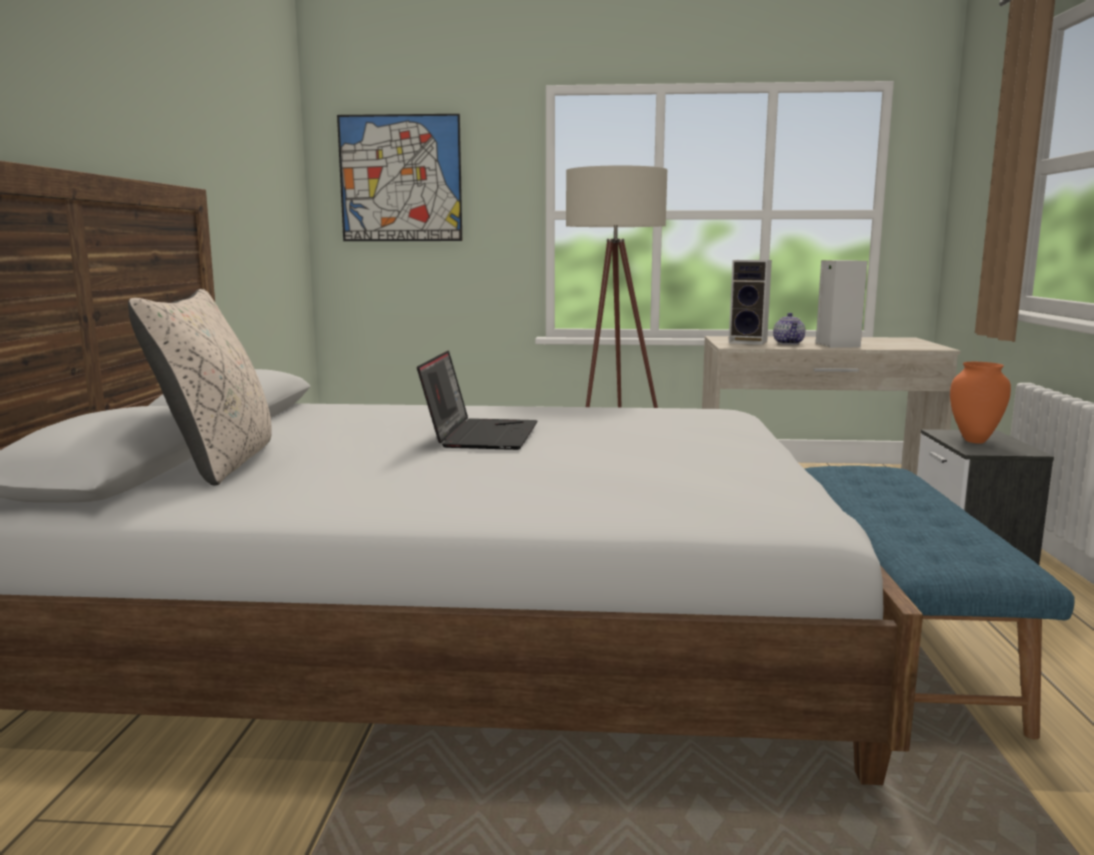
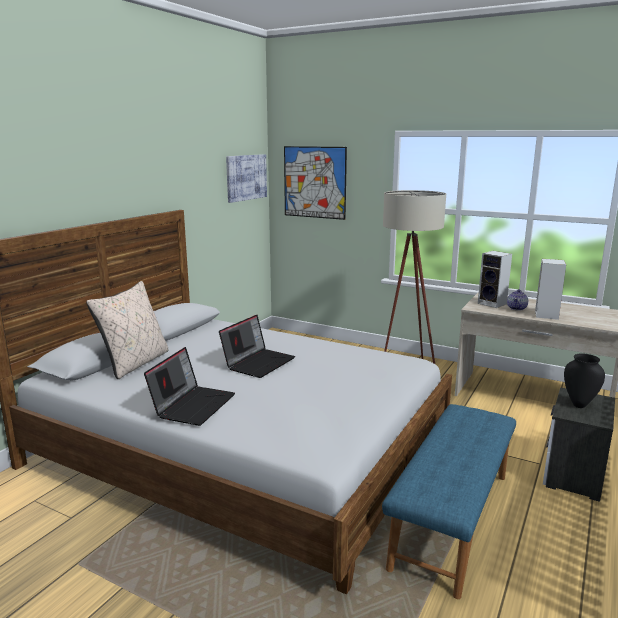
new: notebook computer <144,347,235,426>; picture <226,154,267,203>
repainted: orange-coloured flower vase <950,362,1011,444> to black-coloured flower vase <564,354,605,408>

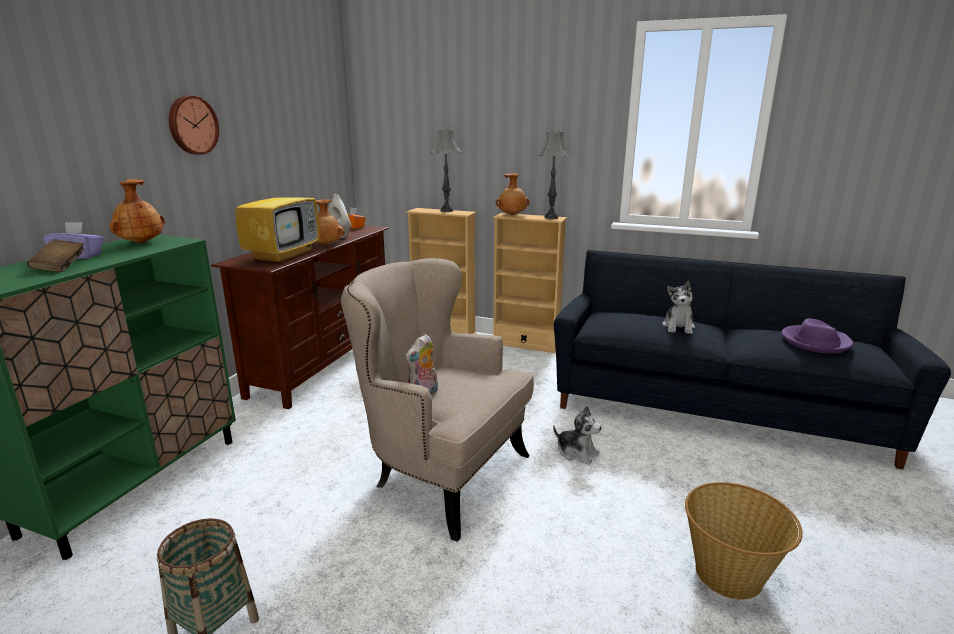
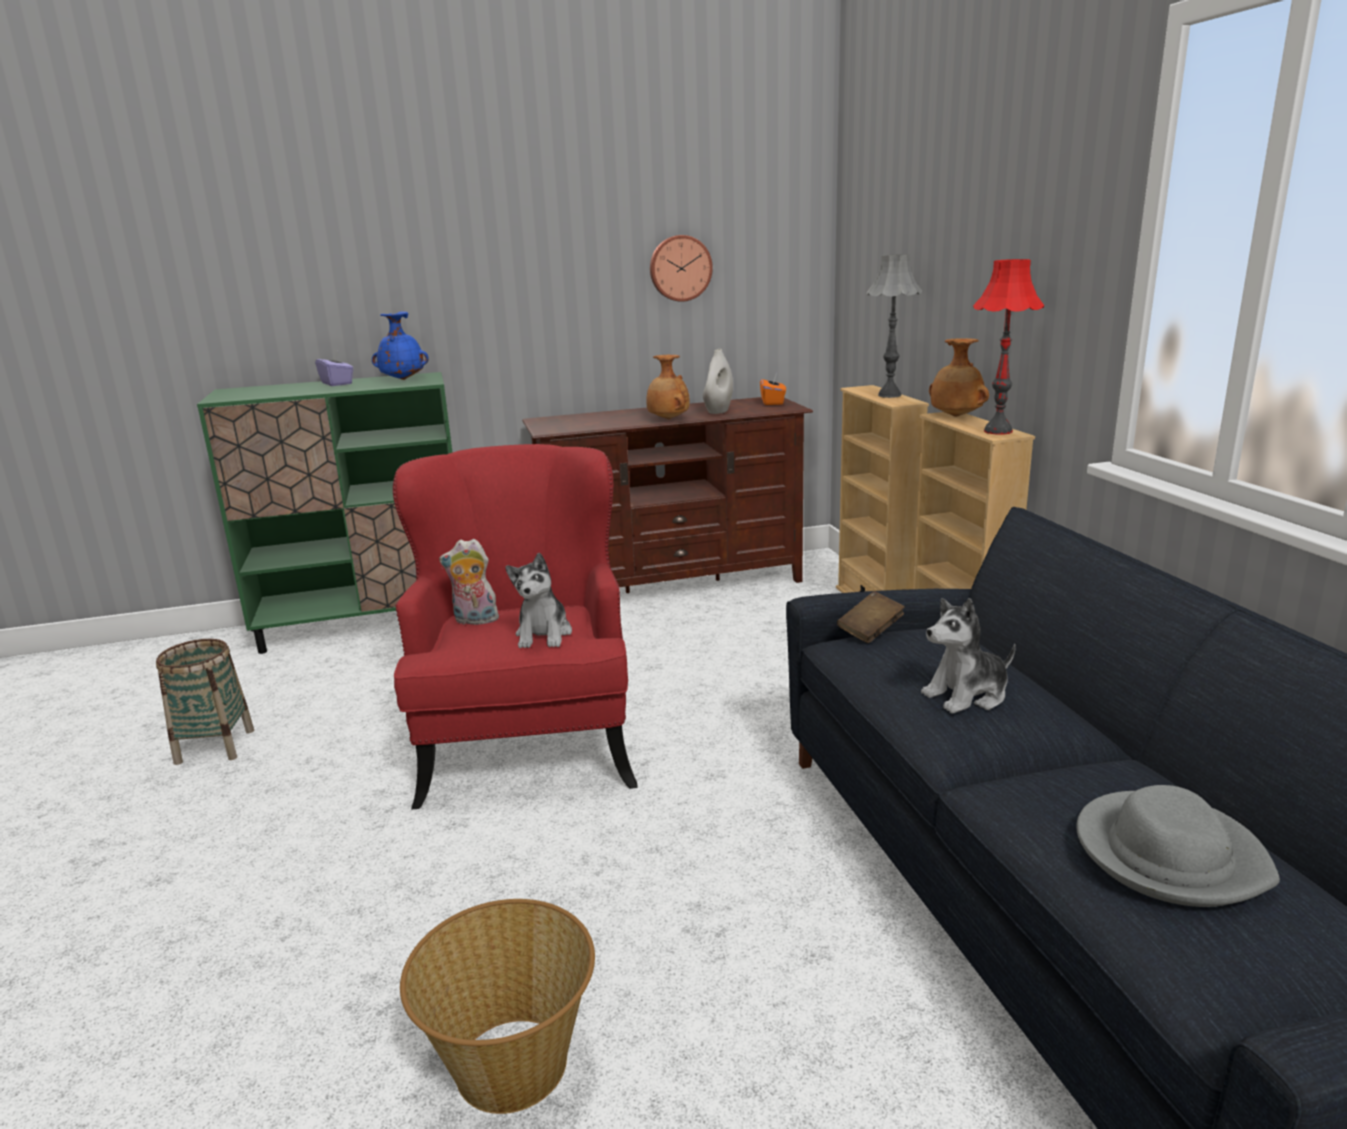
gone: TV set <235,159,319,264>
shifted: cuddly toy <553,406,602,465> to <505,553,572,648>; hanging clock <169,96,219,155> to <650,235,713,302>; brown-coloured book <27,239,85,272> to <837,591,905,643>
repainted: brown-coloured flower vase <110,179,165,243> to bluish flower vase <372,311,429,380>; beige-coloured armchair <341,258,534,542> to red-coloured armchair <393,444,638,809>; greyish tabletop lamp <537,131,571,219> to red-coloured tabletop lamp <973,259,1044,435>; purple-coloured clothing hat <781,319,853,353> to greyish clothing hat <1076,785,1280,907>

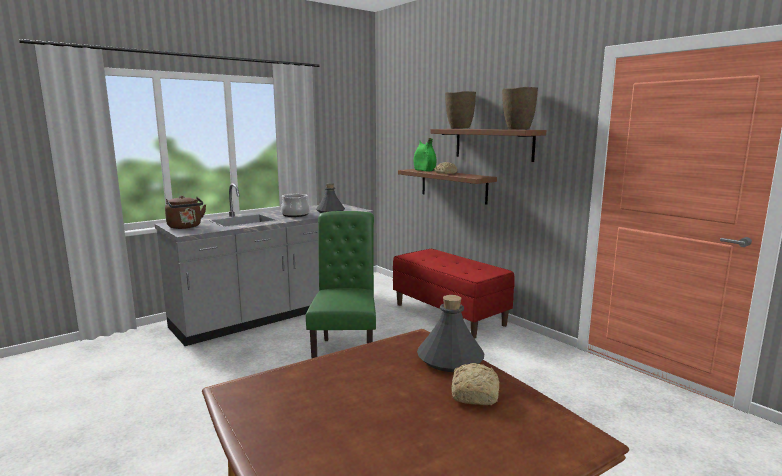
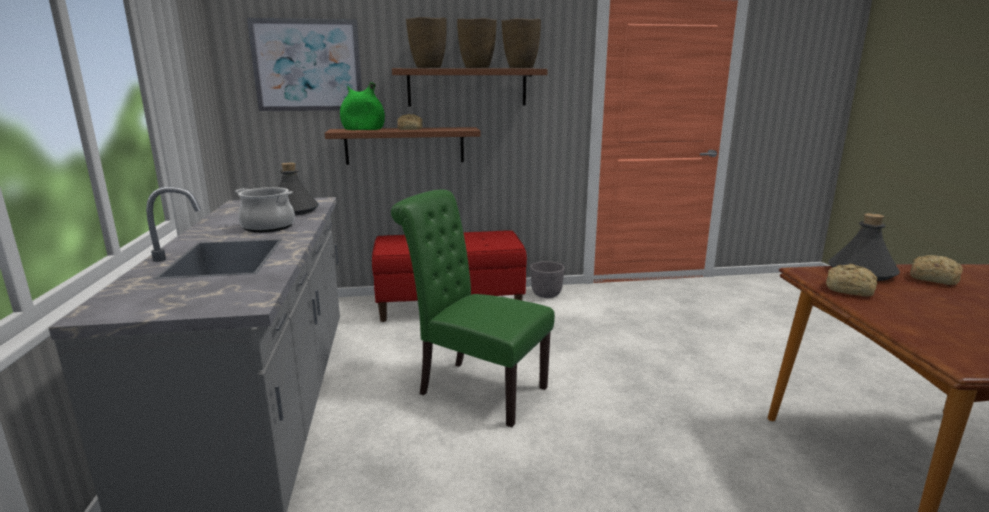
gone: brown-coloured kettle <165,195,206,229>
new: picture <247,18,362,111>; brown-coloured flower vase <457,18,497,68>; greyish flower pot <530,261,565,298>; bread <826,264,878,297>

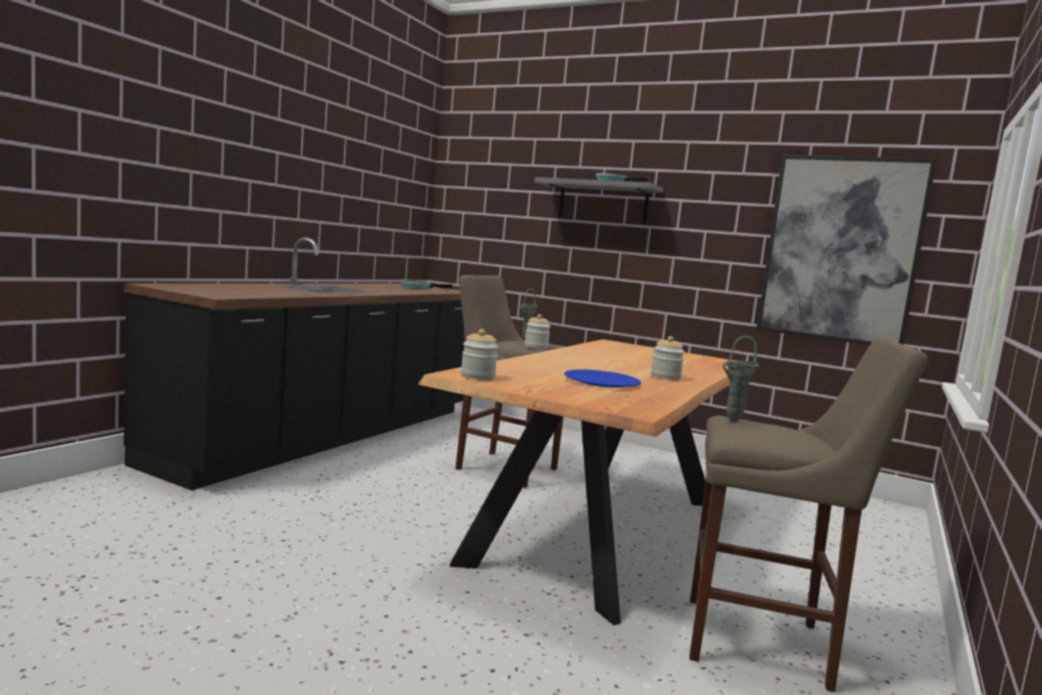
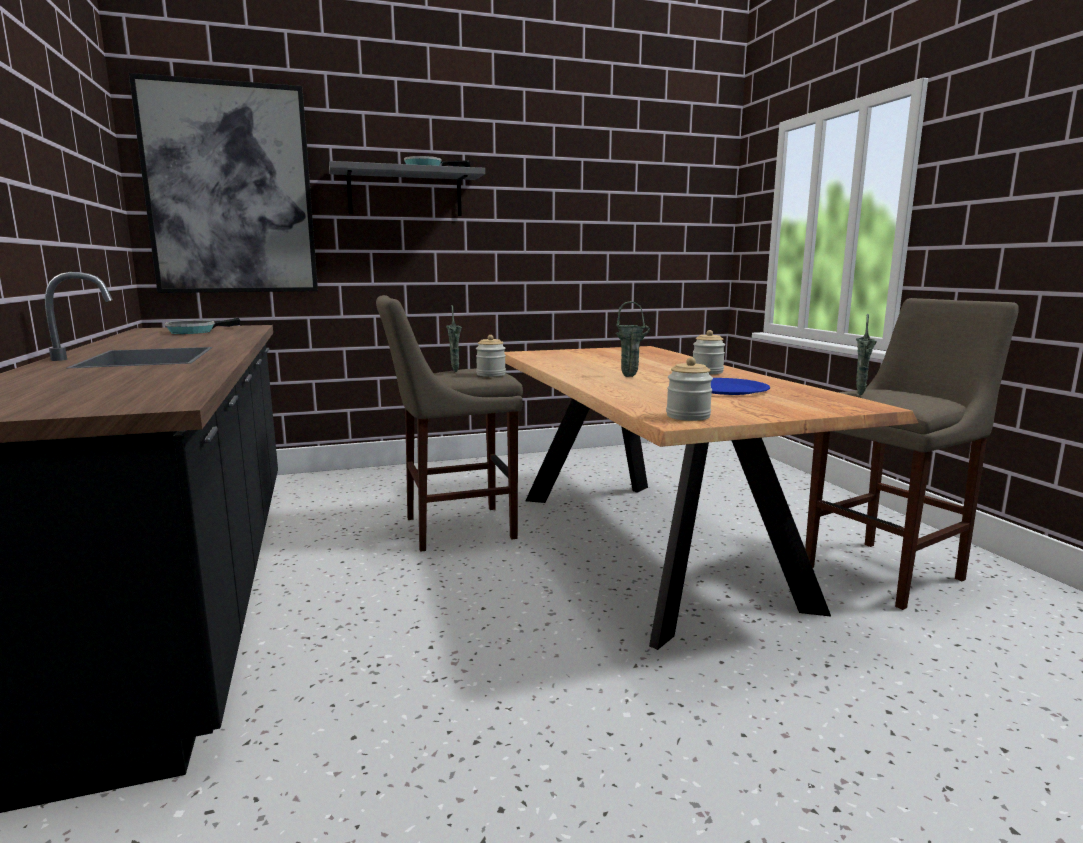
new: greenish flower vase <616,301,650,377>
shifted: picture <756,155,937,345> to <129,73,318,293>

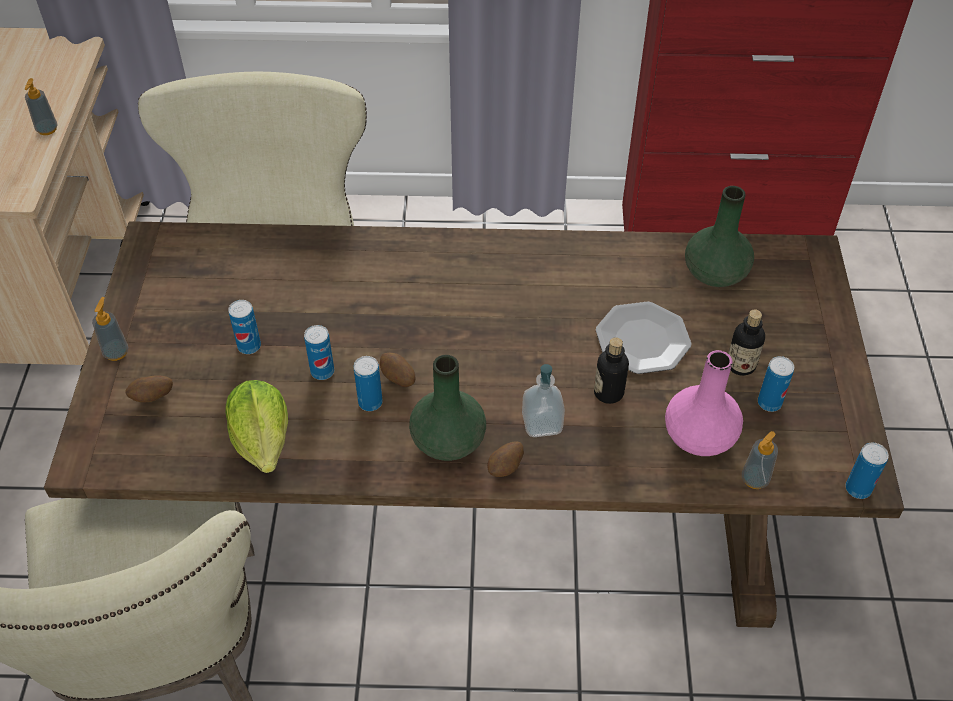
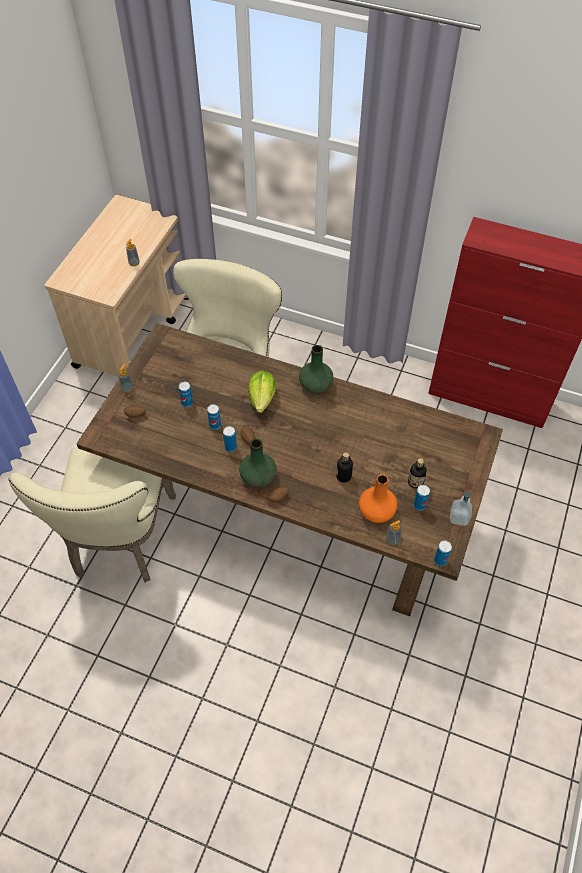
gone: dinner plate <596,302,692,374>
shifted: lettuce head <225,380,288,473> to <248,370,276,413>; greenish flower vase <685,186,754,287> to <299,345,333,393>; soap bottle <522,364,565,437> to <450,493,472,526>
repainted: pinkish flower vase <665,350,743,456> to orange-coloured flower vase <359,474,397,523>

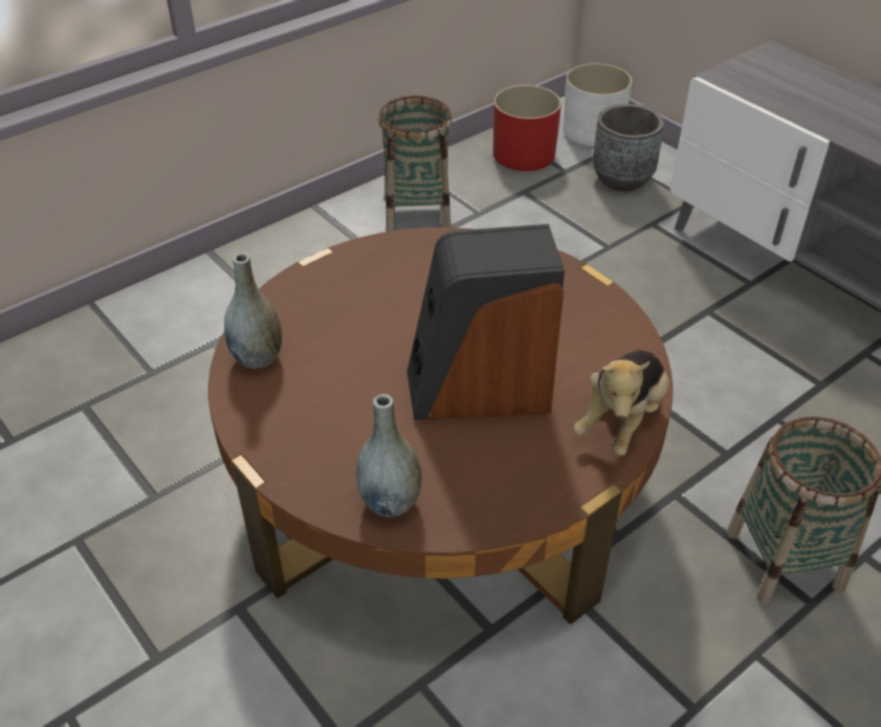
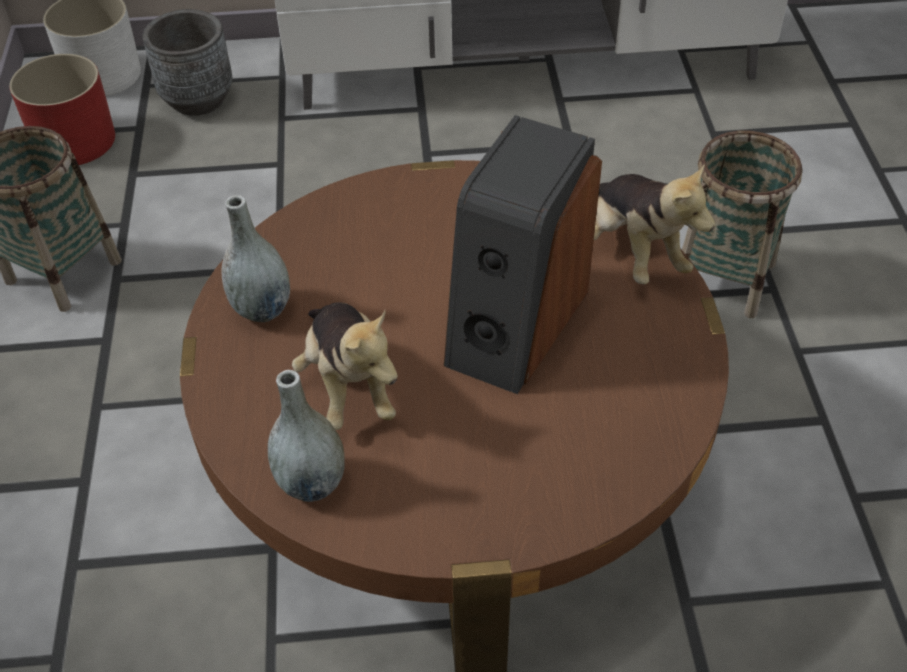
new: cuddly toy <292,302,398,430>
shifted: greyish flower vase <356,394,422,517> to <222,195,290,322>

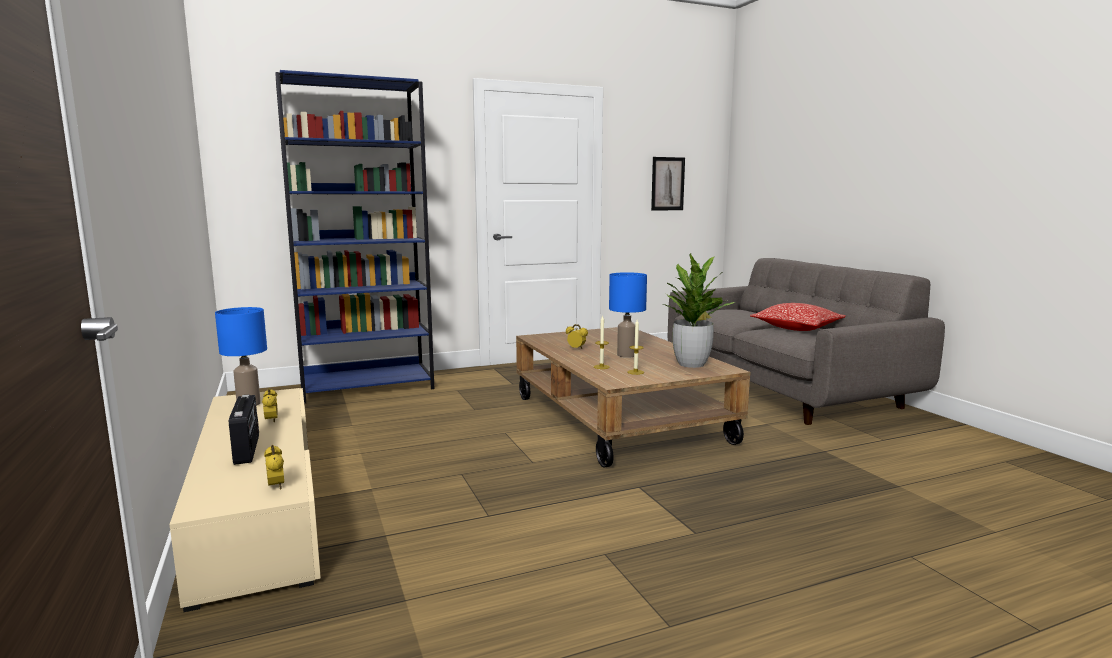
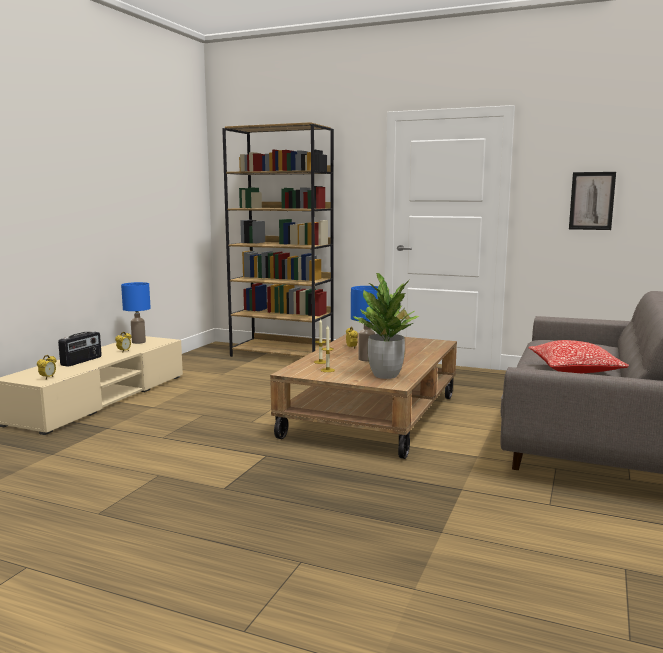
repainted: bluish shelving unit <275,70,434,404> to brown-coloured shelving unit <222,122,334,357>

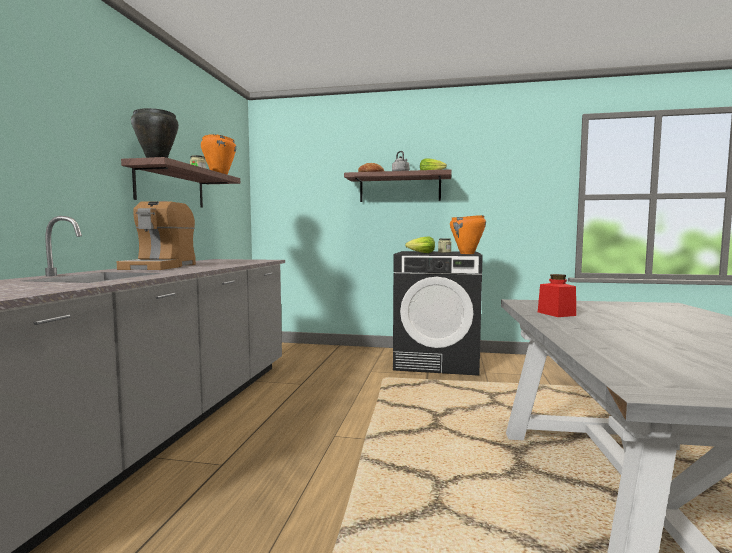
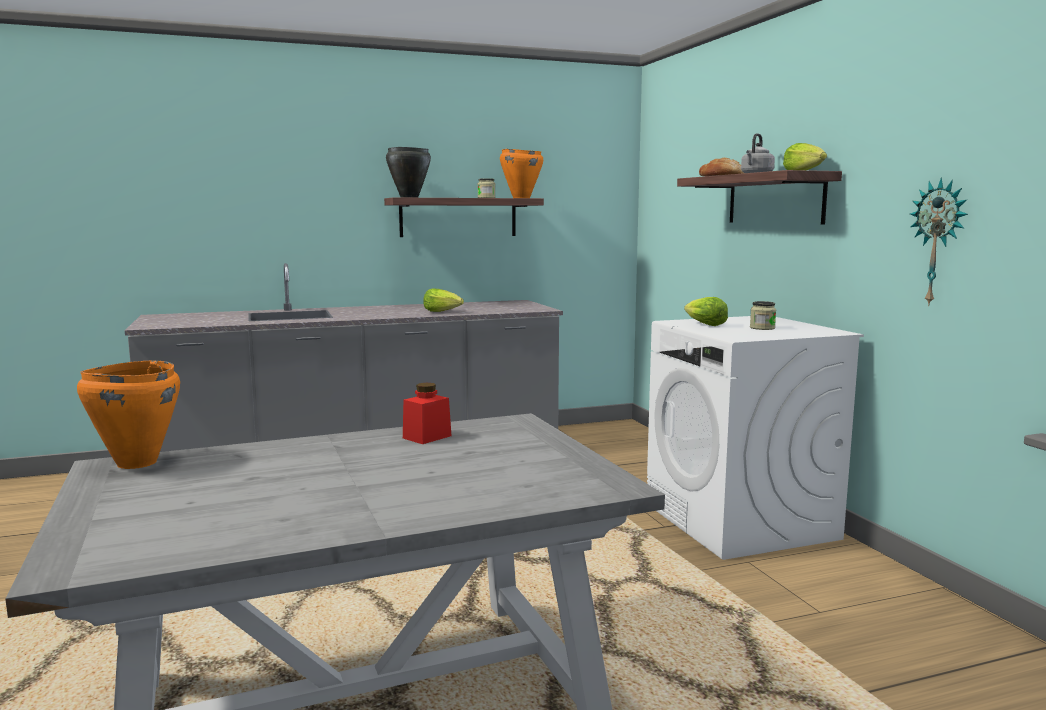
gone: coffee brewer <117,201,196,270>
new: lettuce head <423,288,464,312>; hanging clock <910,177,968,306>
shifted: orange-coloured cooking pot <450,215,486,254> to <77,360,180,469>
repainted: black-coloured laundry machine <393,251,483,376> to whitish laundry machine <647,316,864,560>

